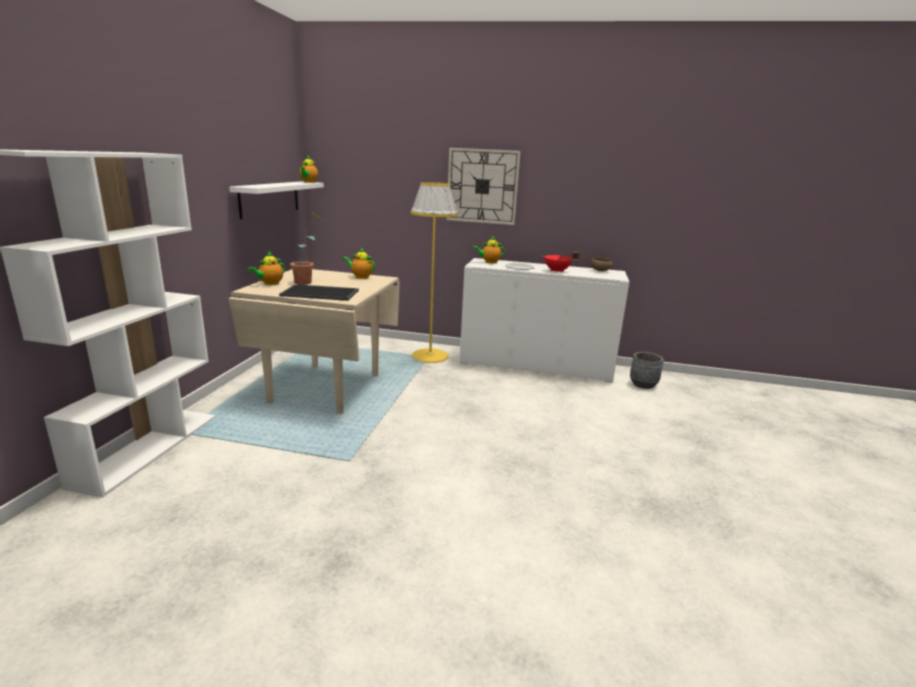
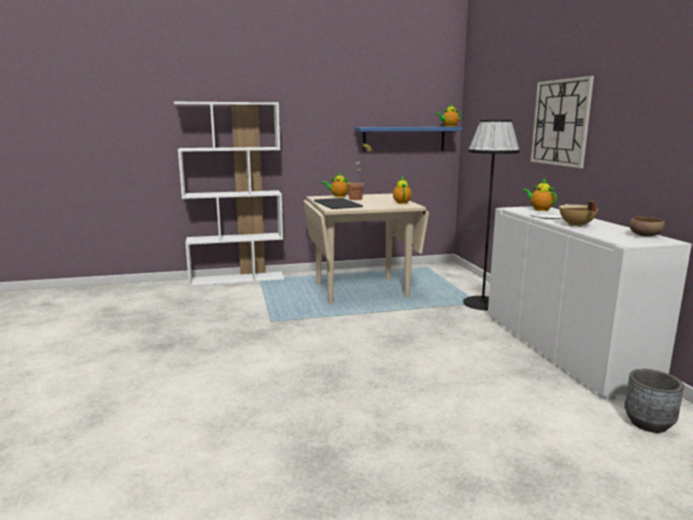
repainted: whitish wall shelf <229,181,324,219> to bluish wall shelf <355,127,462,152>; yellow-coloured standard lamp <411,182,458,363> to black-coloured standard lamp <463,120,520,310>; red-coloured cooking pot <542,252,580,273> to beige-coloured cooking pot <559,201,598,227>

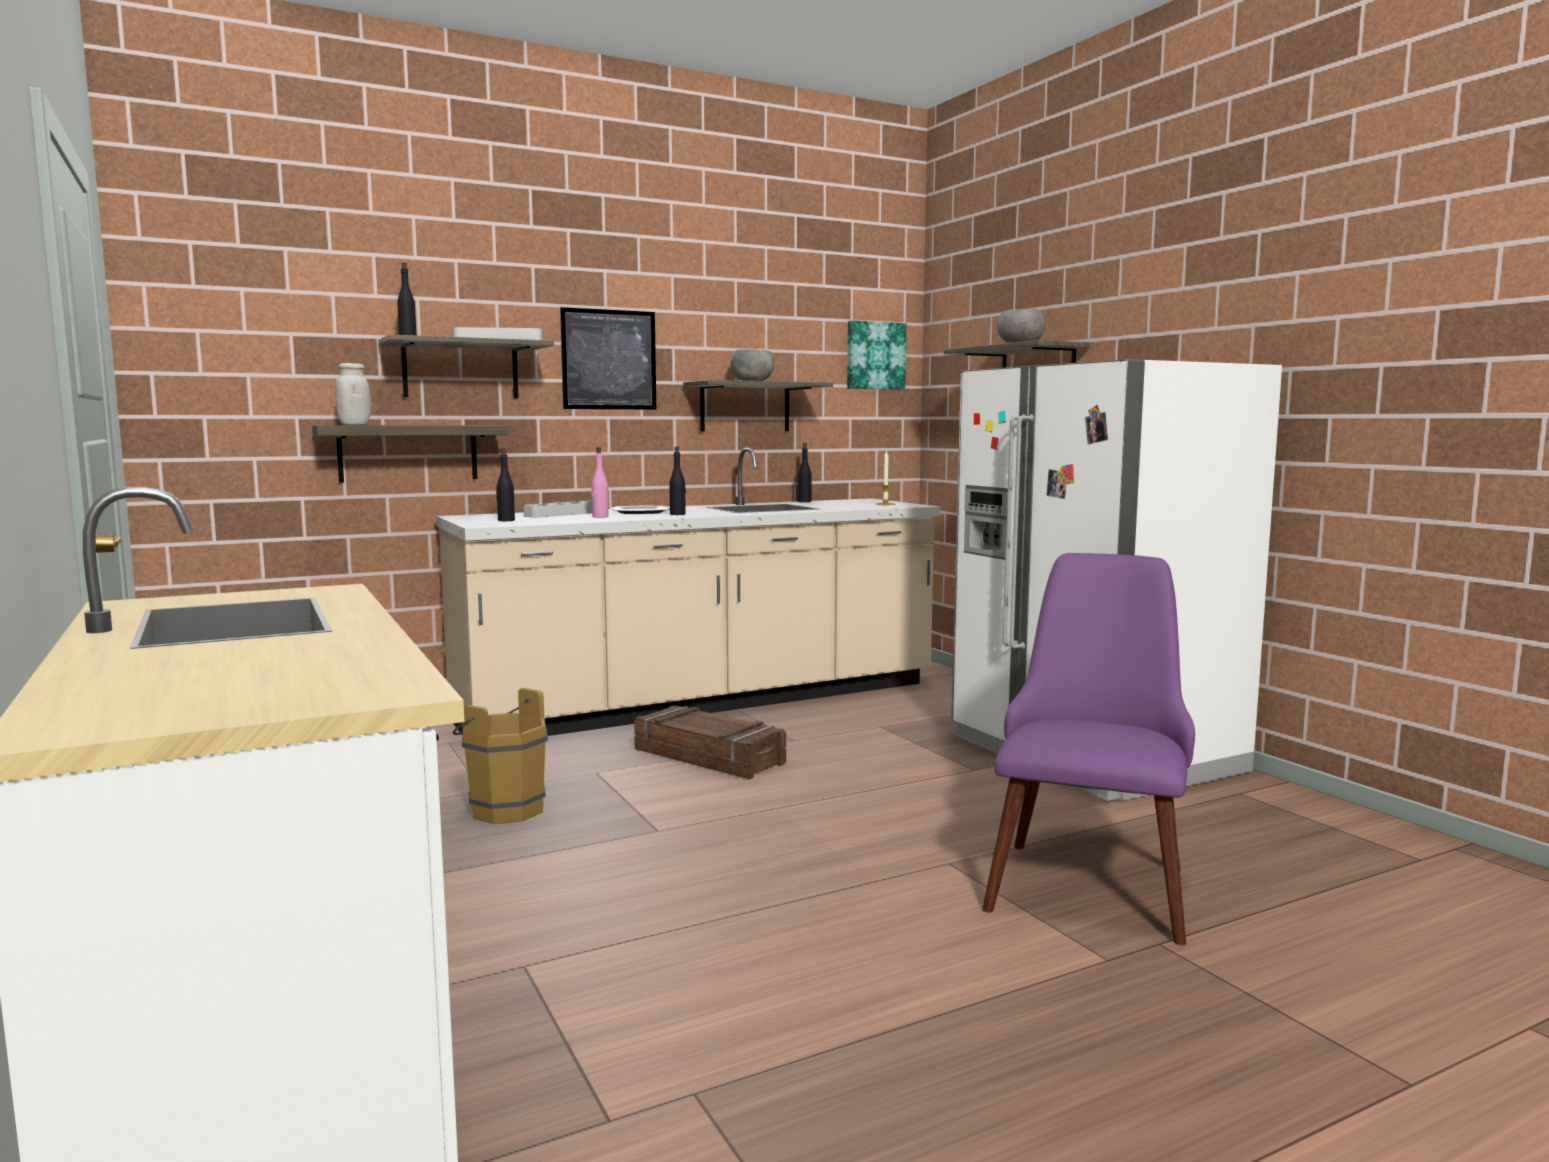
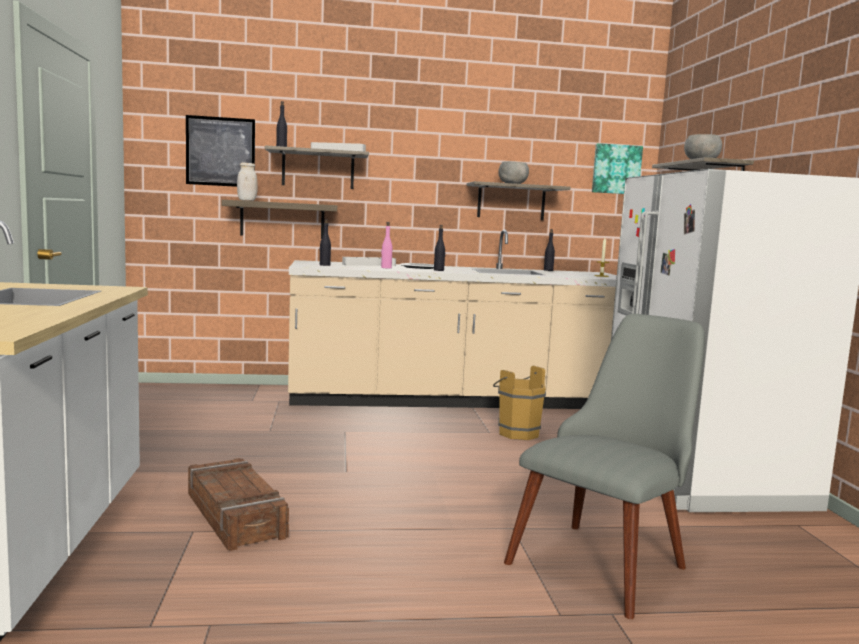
shifted: picture <560,307,656,410> to <186,115,255,187>; shipping crate <634,706,786,780> to <188,458,289,551>; brown-coloured bucket <453,688,548,824> to <493,366,546,440>
repainted: purple-coloured plain chair <982,553,1195,945> to greyish plain chair <504,314,705,619>

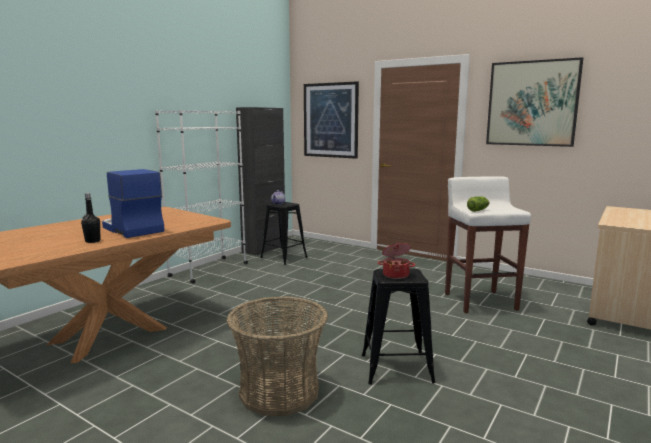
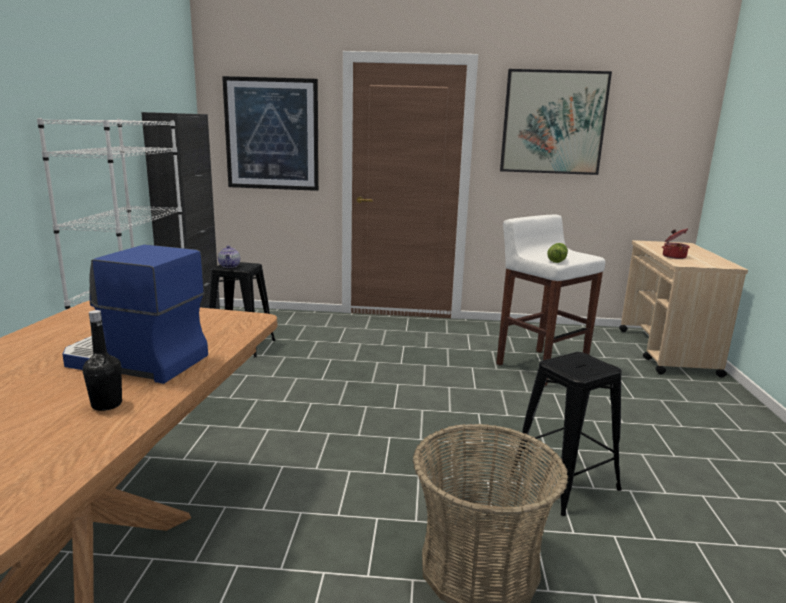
shifted: cooking pot <378,243,415,279> to <662,228,690,259>

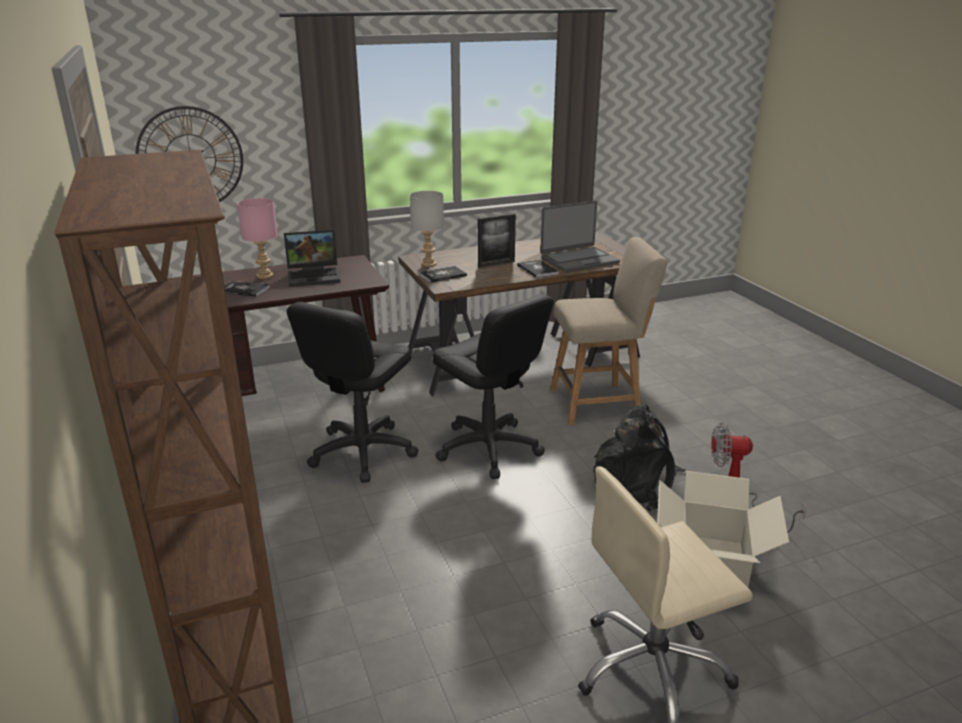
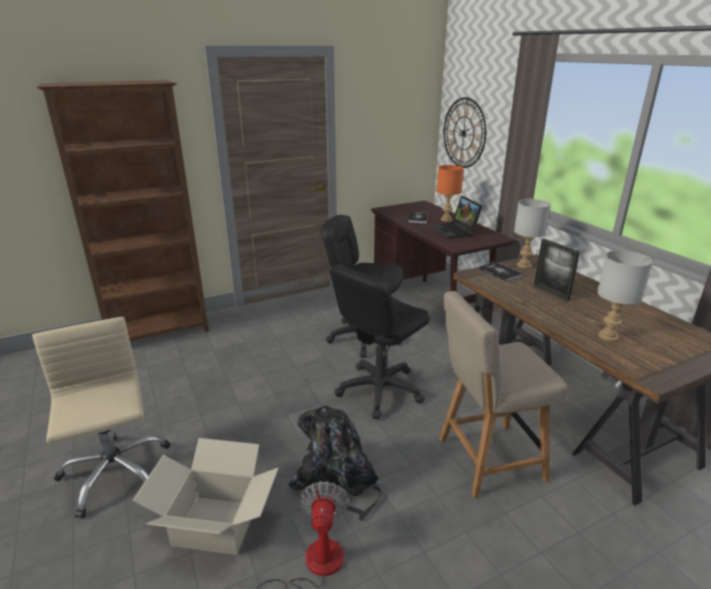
gone: book <517,260,559,278>
swapped: notebook computer <540,201,620,272> to greyish tabletop lamp <597,250,653,342>
repainted: pinkish tabletop lamp <237,198,278,279> to orange-coloured tabletop lamp <437,165,464,222>
rotated: beige-coloured plain chair <550,237,667,425> = <439,291,568,498> 90 degrees clockwise

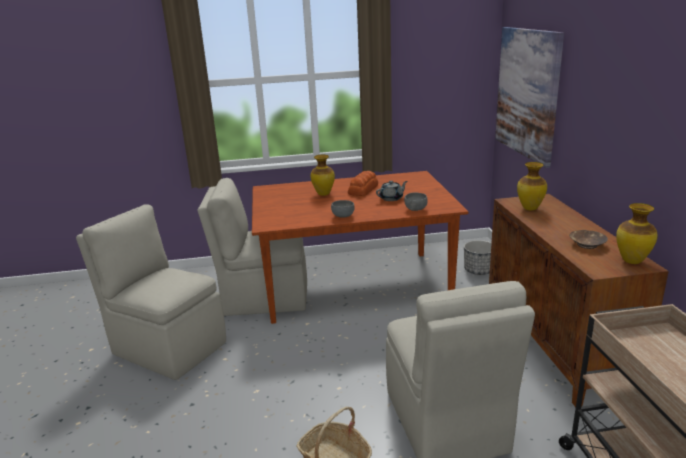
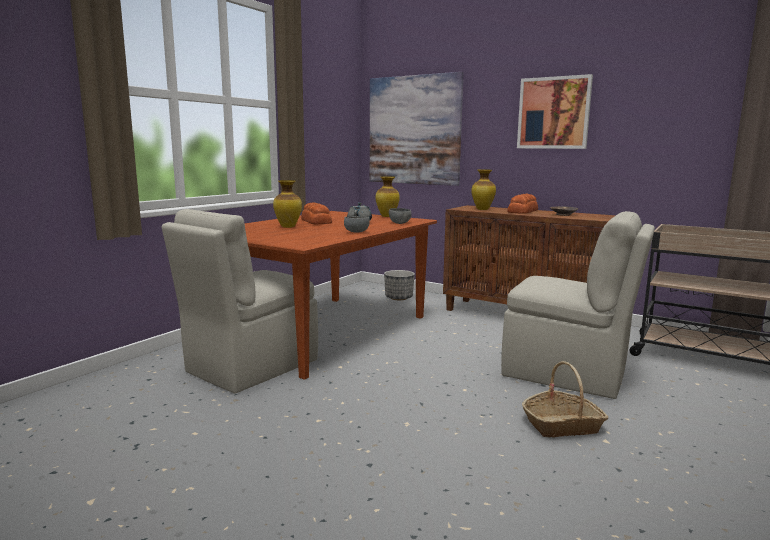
gone: beige-coloured plain chair <76,205,226,380>
new: bread <507,194,538,214>; picture <517,74,593,149>
shifted: flower vase <616,203,658,264> to <376,176,400,217>

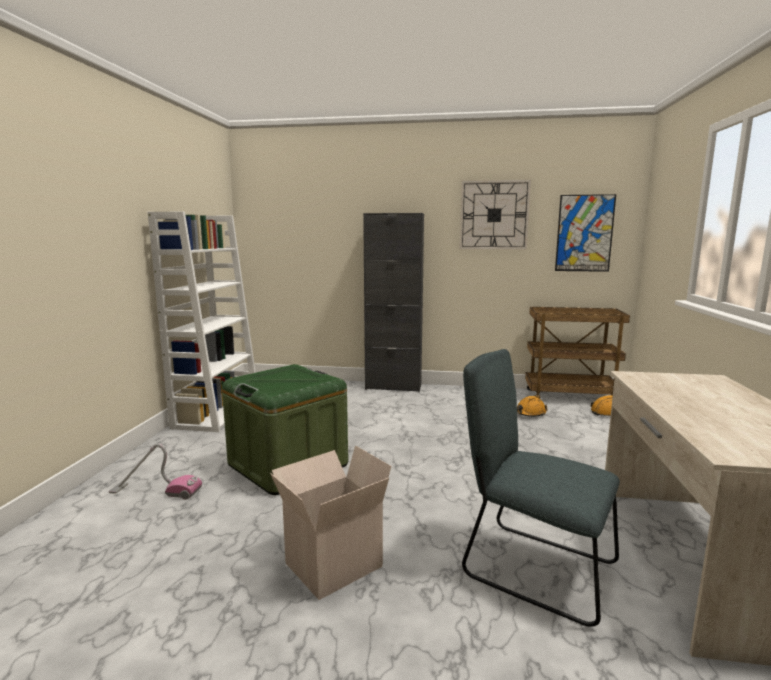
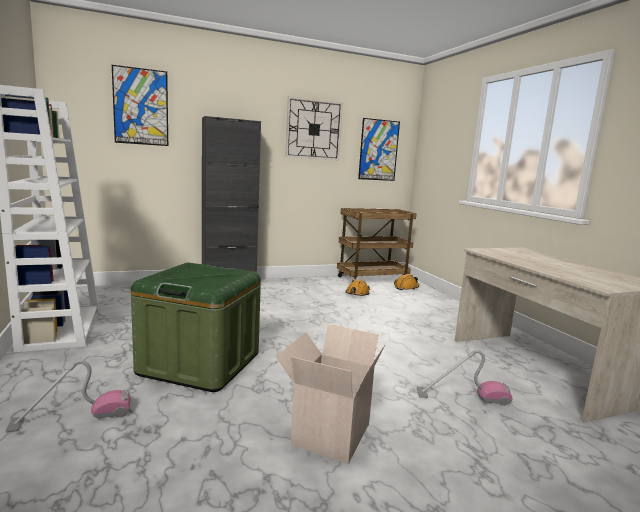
new: picture <112,65,168,146>
swapped: greyish plain chair <462,349,620,627> to hoover <417,350,512,406>

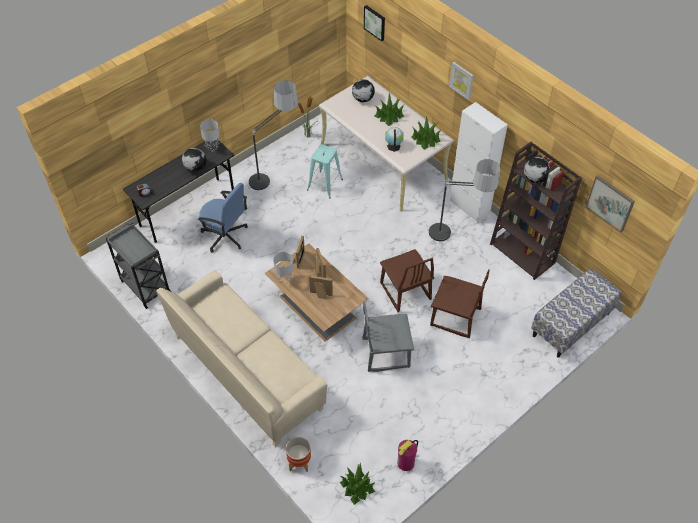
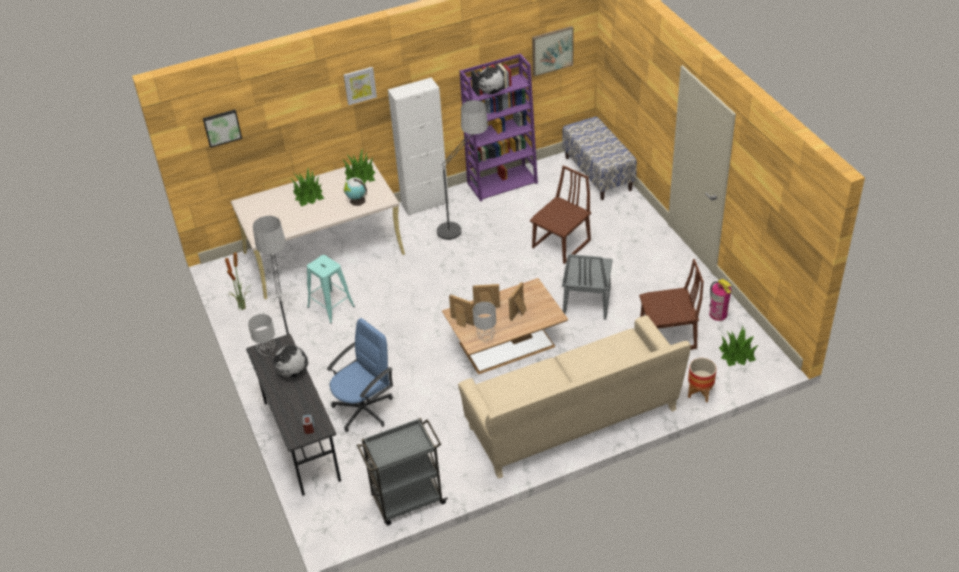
gone: globe <352,79,375,102>
shifted: brown-coloured plain chair <380,249,434,312> to <639,259,704,350>
repainted: brown-coloured shelving unit <490,142,582,280> to purple-coloured shelving unit <460,53,538,201>

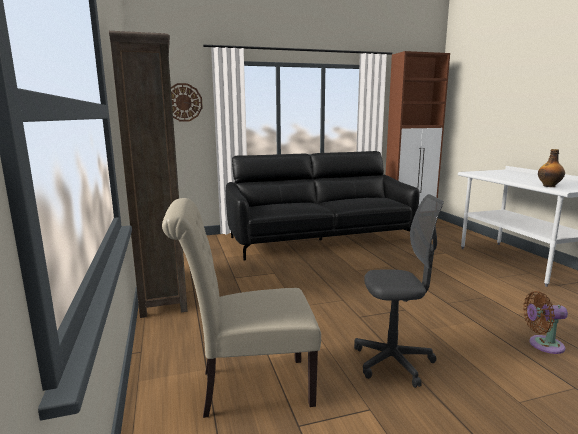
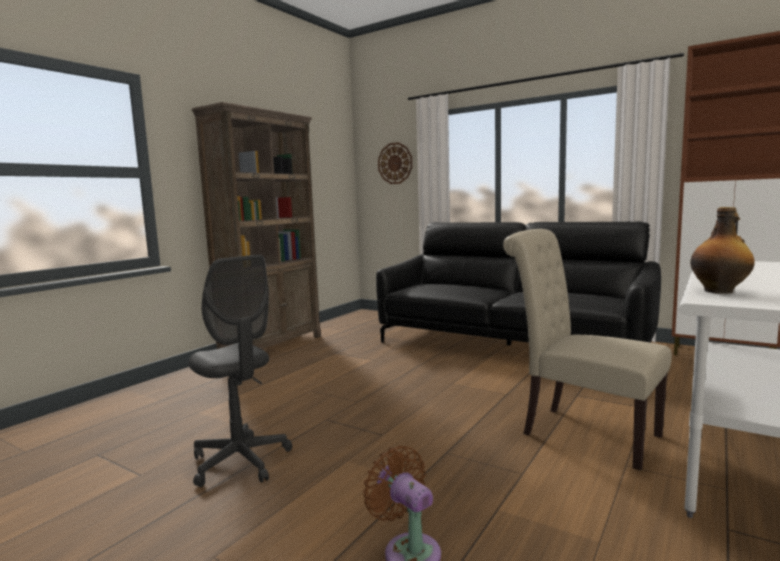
shifted: beige-coloured plain chair <162,198,321,418> to <503,229,672,471>

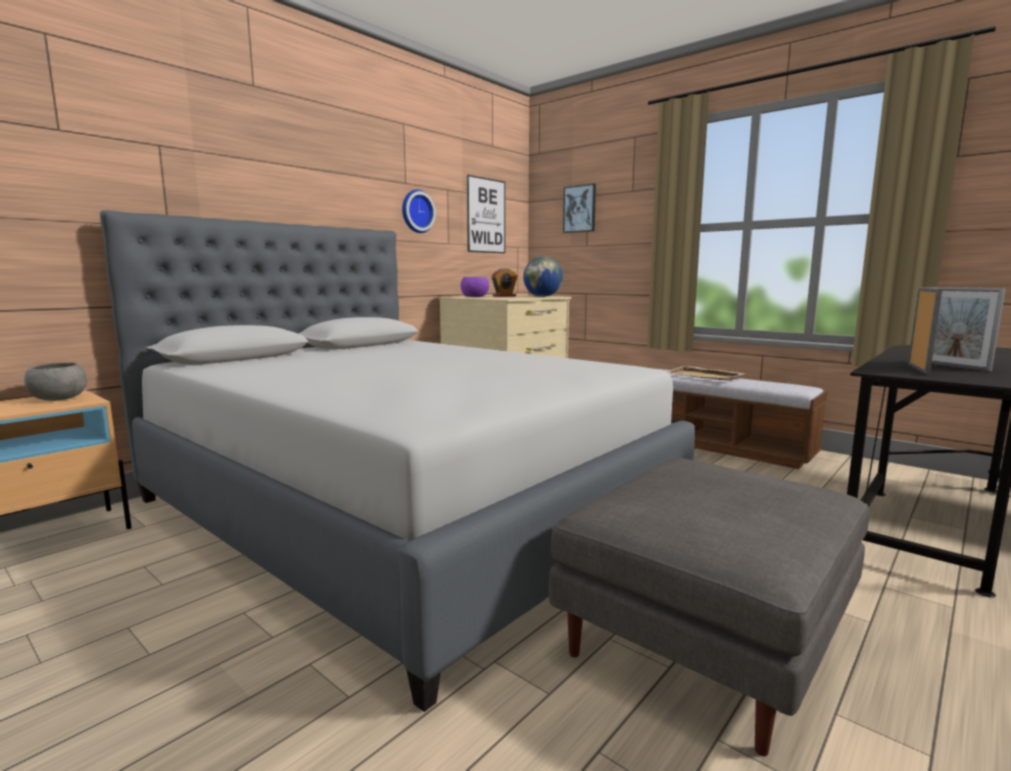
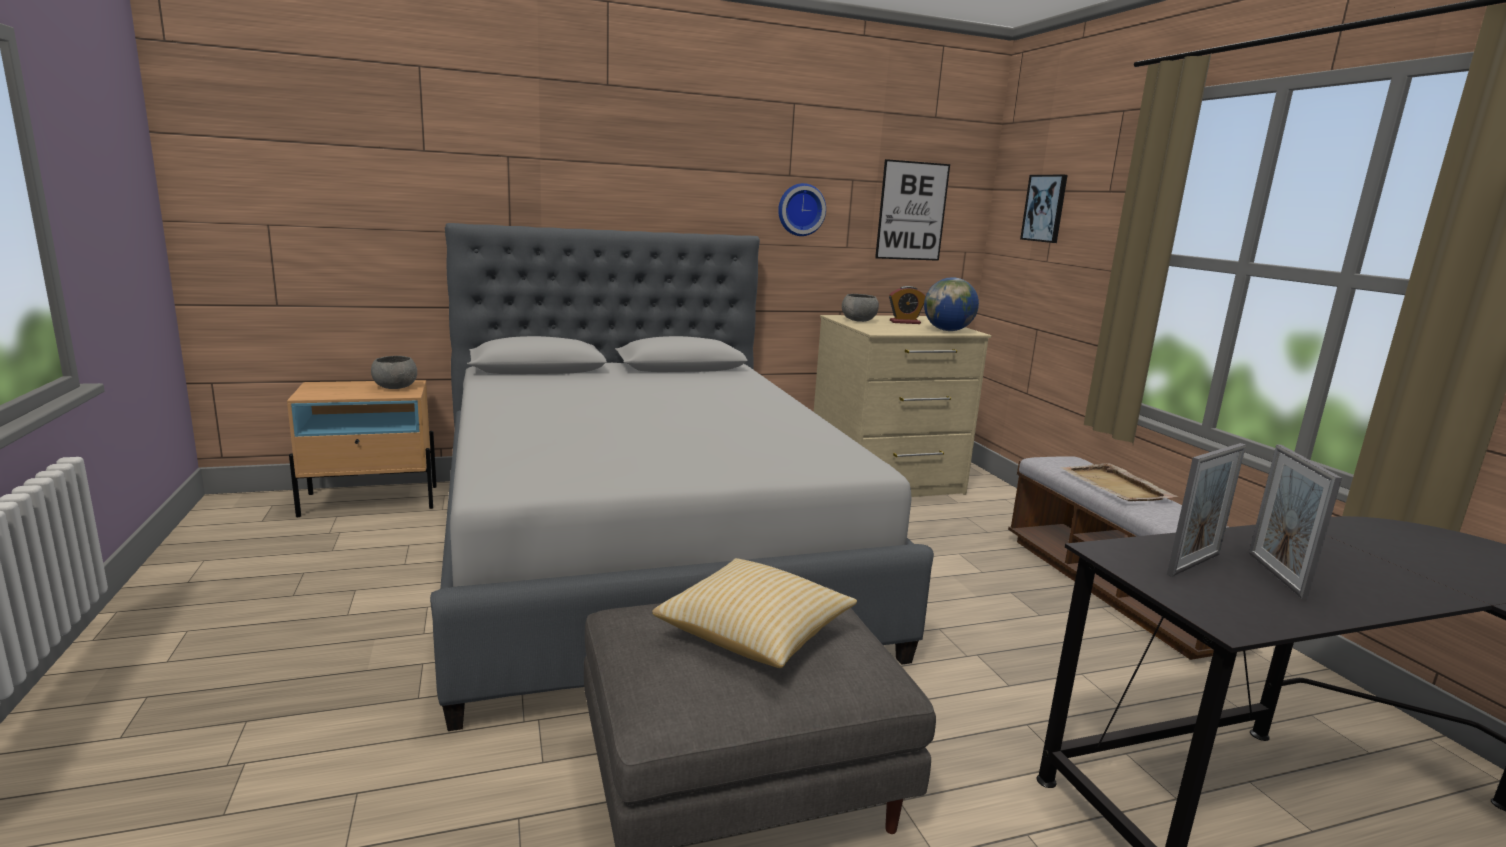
new: cushion <652,558,857,668>
repainted: purple-coloured serving bowl <461,277,489,297> to greyish serving bowl <842,294,879,322>

